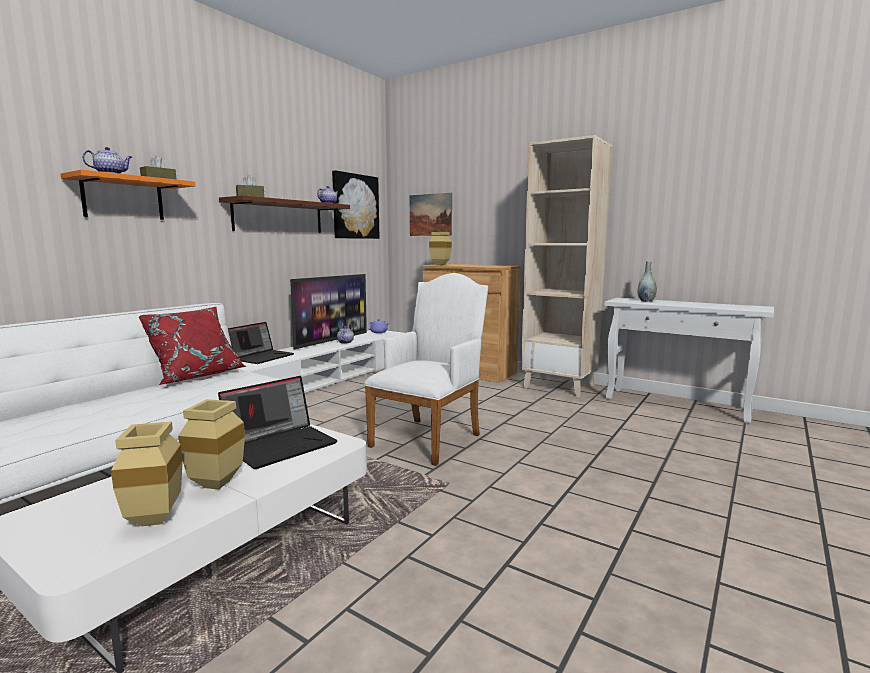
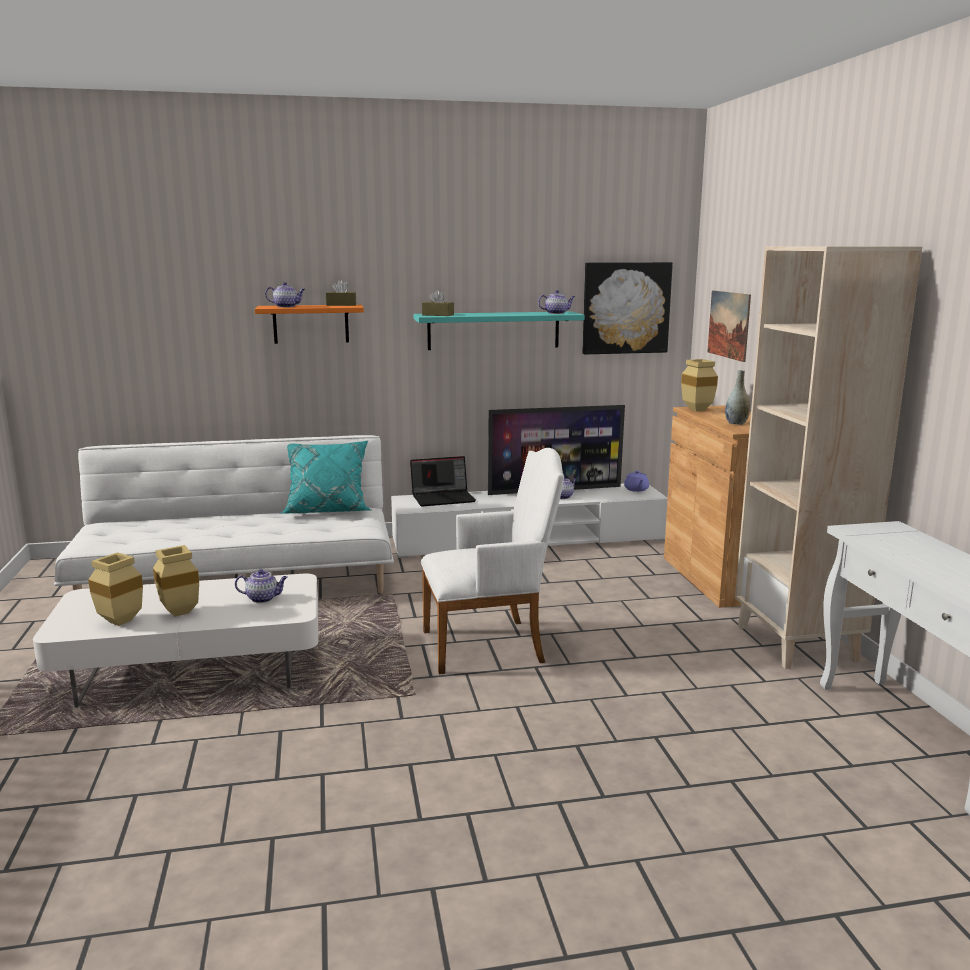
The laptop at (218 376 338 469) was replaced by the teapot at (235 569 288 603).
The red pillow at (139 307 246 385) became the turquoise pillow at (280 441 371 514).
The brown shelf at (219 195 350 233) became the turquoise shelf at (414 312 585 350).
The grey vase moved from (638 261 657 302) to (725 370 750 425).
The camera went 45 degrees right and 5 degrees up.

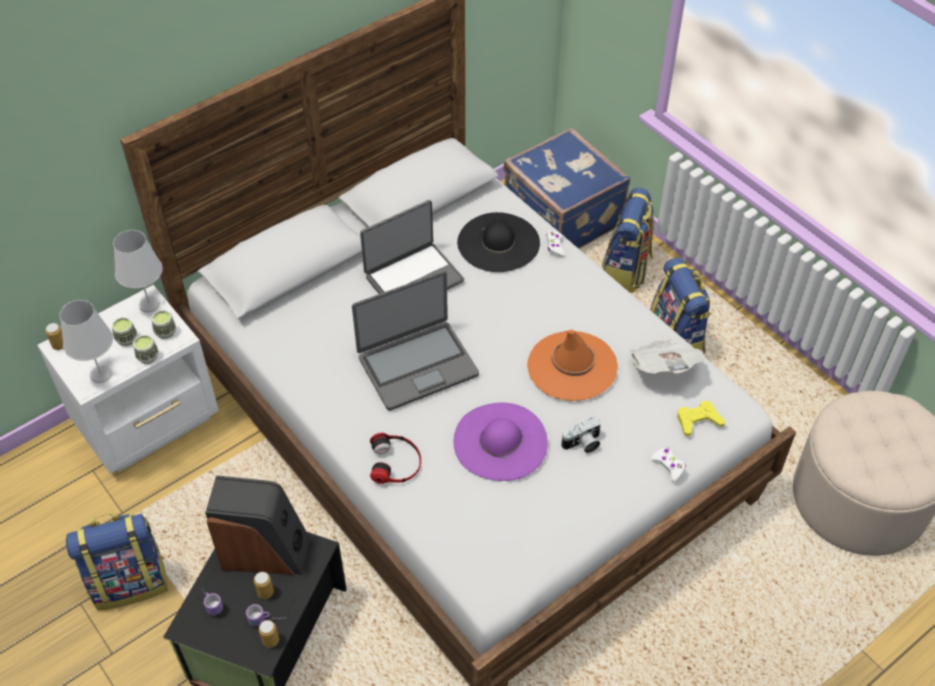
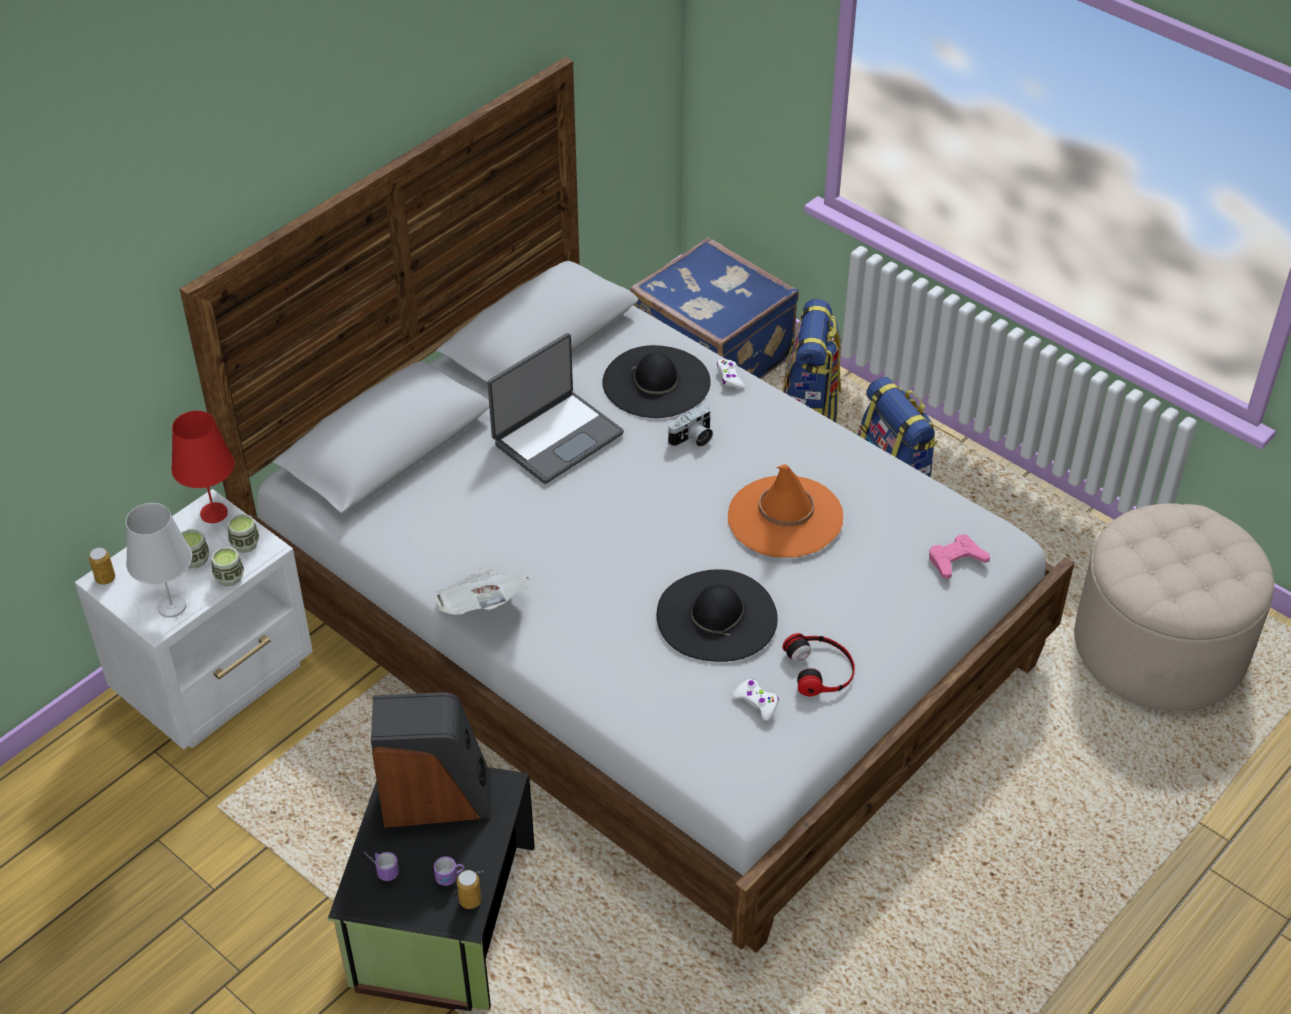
The white table lamp at (113 230 163 312) became the red table lamp at (171 411 235 523).
The newspaper moved from (630 337 705 374) to (435 567 530 615).
The purple hat at (453 403 548 481) became the black hat at (657 569 778 662).
The photo camera moved from (561 417 601 453) to (668 405 713 447).
The white game controller moved from (651 447 686 481) to (732 679 779 721).
The headphones moved from (370 433 421 484) to (782 633 855 696).
The yellow game controller at (677 401 725 437) became the pink game controller at (929 535 990 579).
The backpack at (66 513 168 610) disappeared.
The can at (254 572 274 599) disappeared.
The laptop at (352 271 479 411) disappeared.
The camera went 10 degrees left and 5 degrees down.

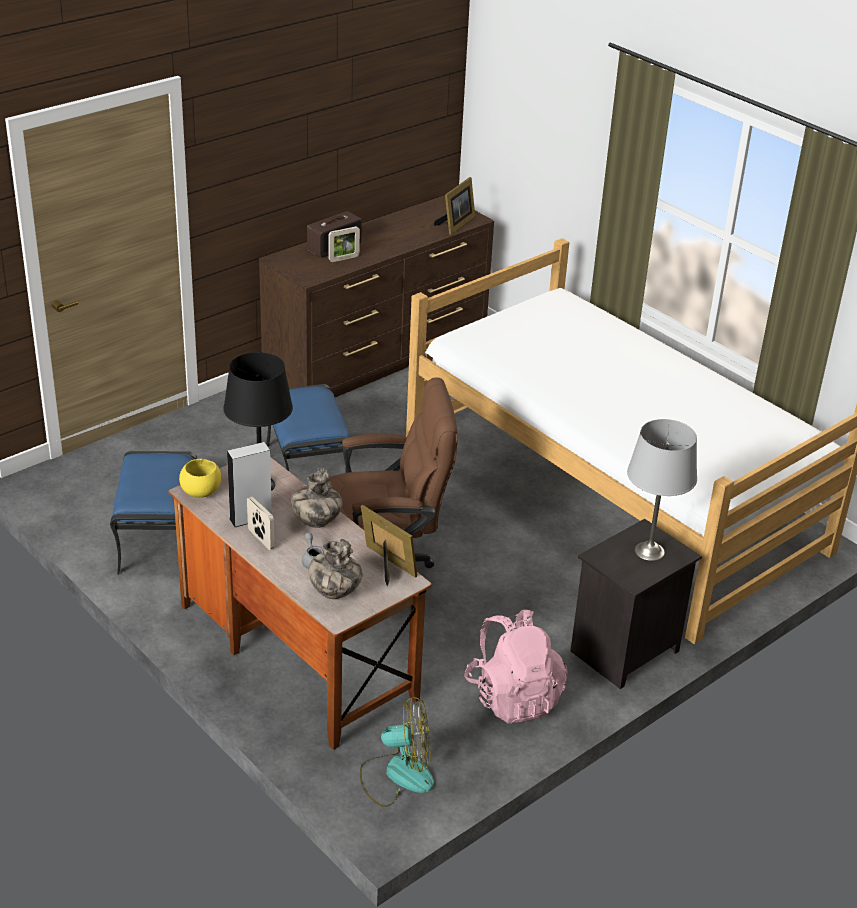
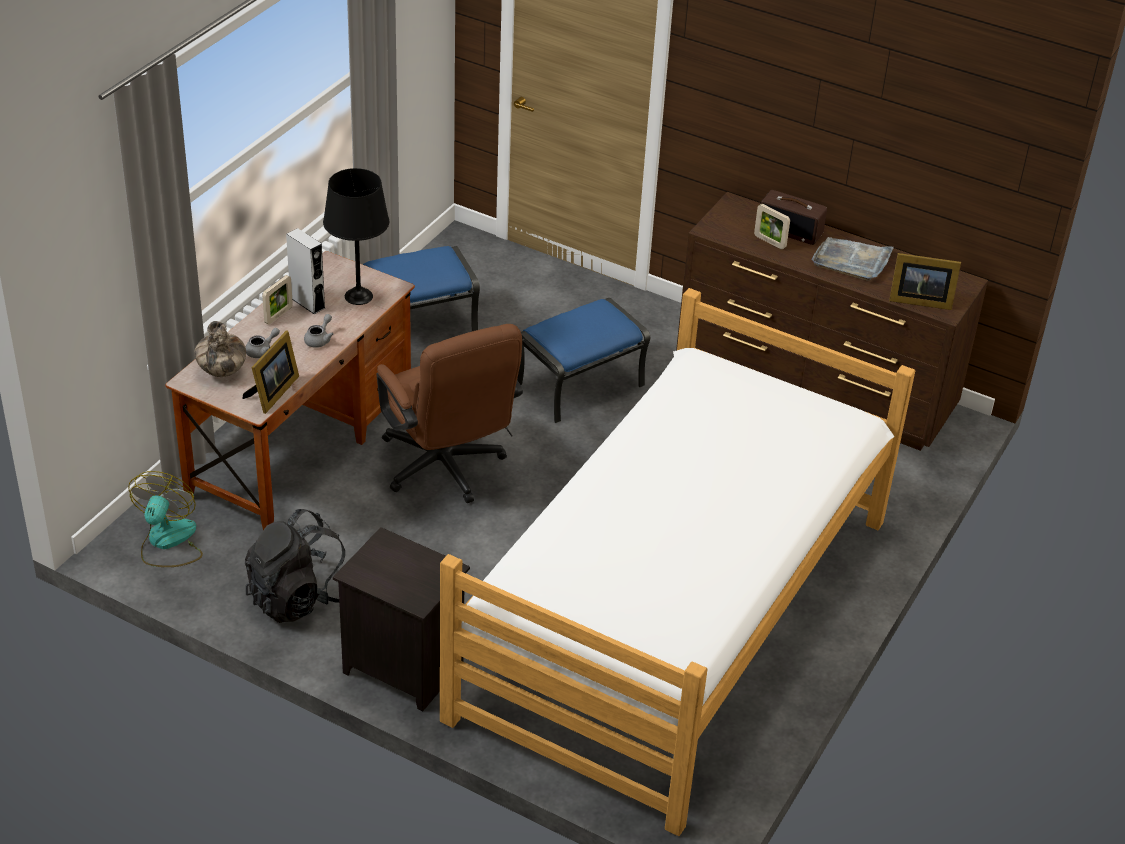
The fan at (359 697 434 807) turned 150 degrees counterclockwise.
The pink backpack at (464 610 568 723) became the black backpack at (245 509 345 623).
The vase at (291 468 343 528) was replaced by the grey teapot at (304 314 334 348).
The grey tray at (811 237 894 281) appeared.
The yellow bowl at (179 459 221 498) disappeared.
The grey table lamp at (627 419 697 561) disappeared.
The camera went 70 degrees right and 5 degrees up.

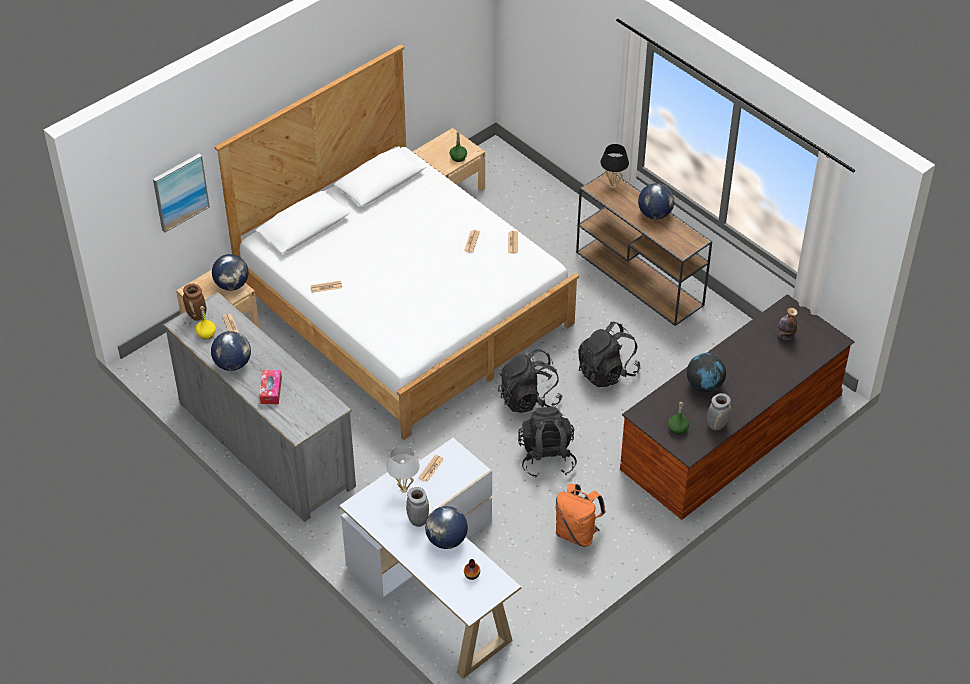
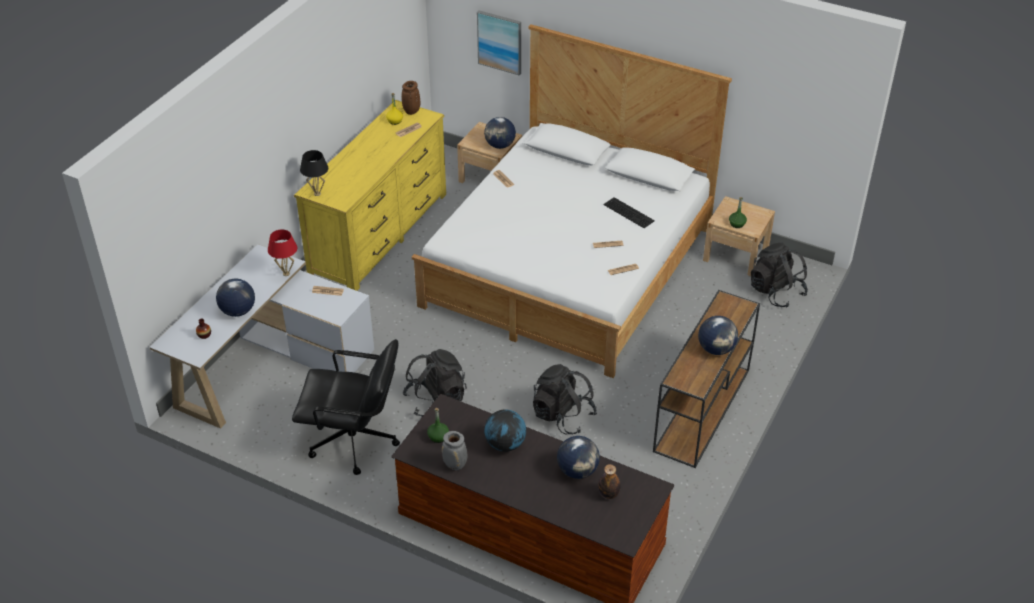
The white table lamp at (386 445 420 493) became the red table lamp at (268 230 297 276).
The orange backpack at (556 484 606 547) was replaced by the black office chair at (292 339 400 475).
The grey dresser at (163 292 356 522) became the yellow dresser at (294 100 446 291).
The black table lamp moved from (600 144 629 189) to (300 150 328 196).
The globe moved from (211 331 251 371) to (557 436 600 479).
The keyboard at (603 197 655 228) appeared.
The black backpack moved from (498 349 562 413) to (751 243 808 308).
The tissue box at (259 370 282 404) disappeared.
The grey vase at (406 487 429 527) disappeared.
The camera went 70 degrees right and 5 degrees down.

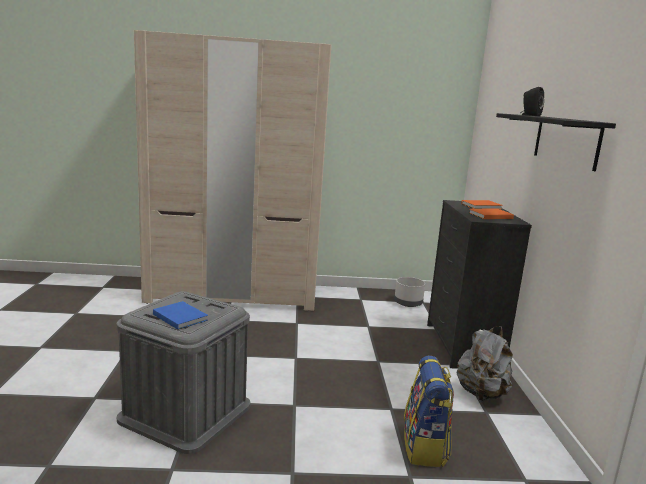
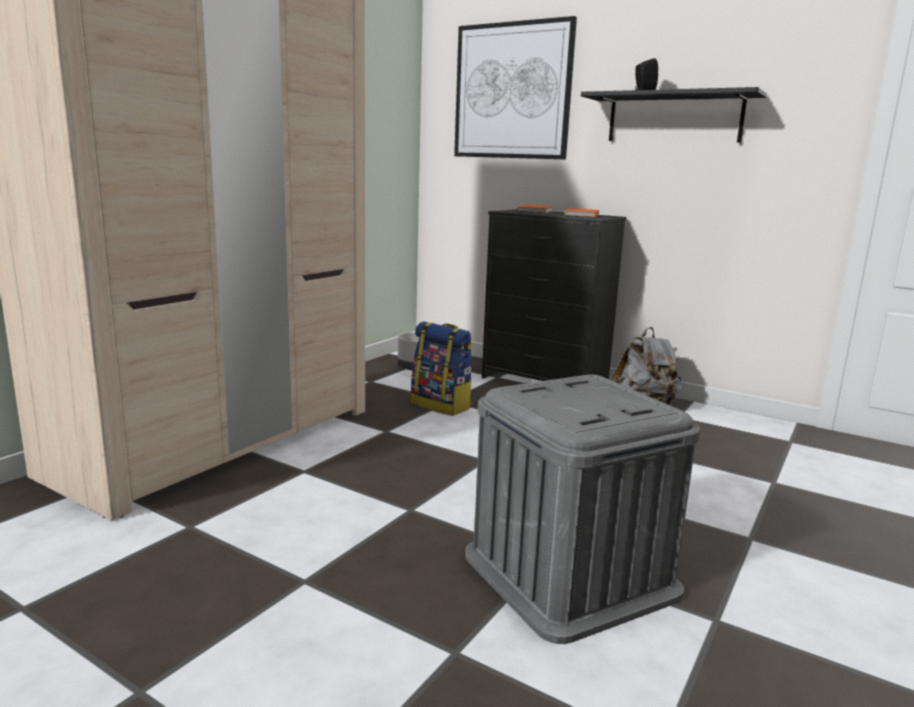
The backpack moved from (404 356 454 467) to (411 321 473 416).
The picture at (454 16 577 159) appeared.
The blue book at (153 301 208 330) disappeared.
The camera went 55 degrees left and 0 degrees up.

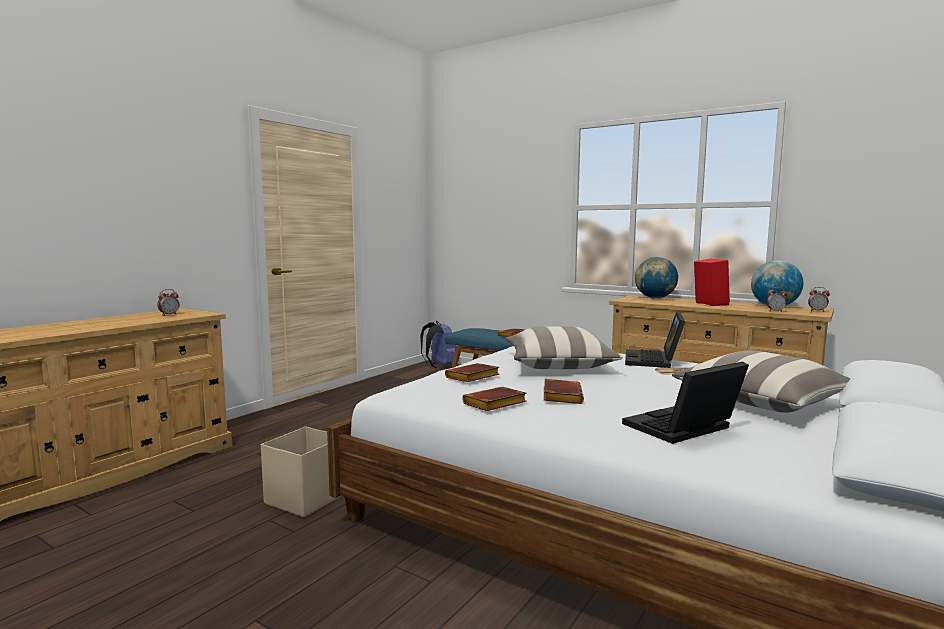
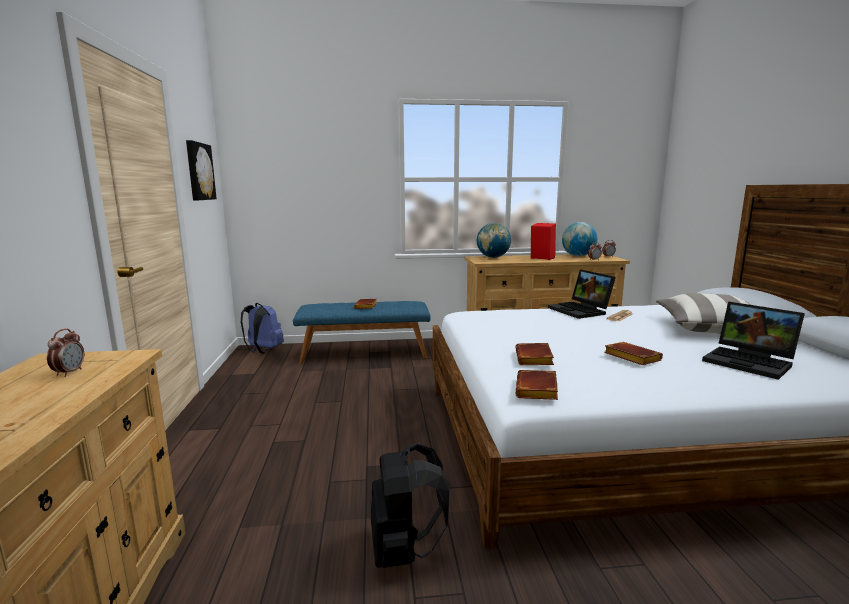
The picture at (186 140 217 200) appeared.
The beige storage box at (261 427 341 517) was replaced by the black backpack at (371 443 450 568).
The brown book moved from (462 387 527 411) to (516 370 558 400).
The laptop at (622 362 749 444) turned 60 degrees counterclockwise.
The pillow at (505 326 623 369) disappeared.
The camera went 40 degrees left and 5 degrees up.

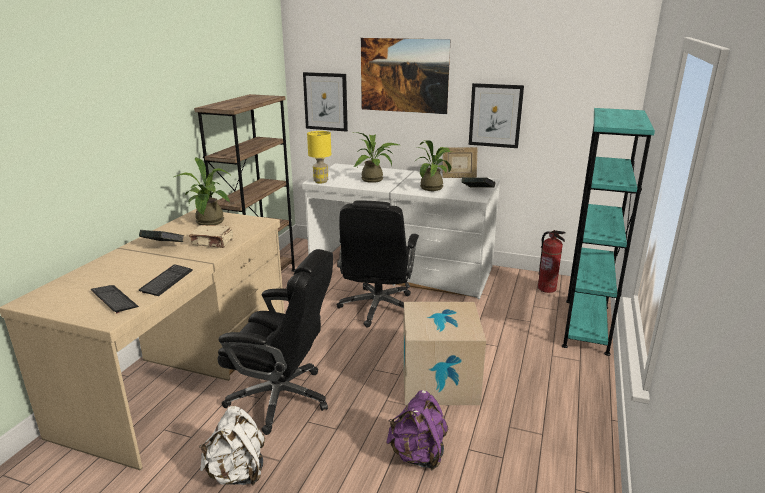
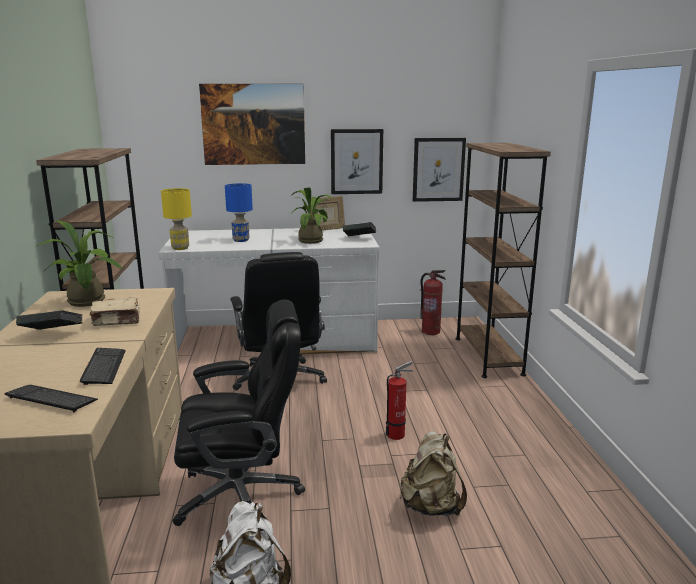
The potted plant at (352 132 399 183) was replaced by the blue table lamp at (225 183 253 242).
The cardboard box at (403 302 486 405) was replaced by the fire extinguisher at (386 361 413 440).
The purple backpack at (386 390 448 470) became the beige backpack at (400 431 467 516).
The picture moved from (303 72 348 132) to (413 138 466 202).
The turquoise bookcase at (562 108 655 356) became the brown bookcase at (456 143 551 378).
The camera went 25 degrees left and 5 degrees down.

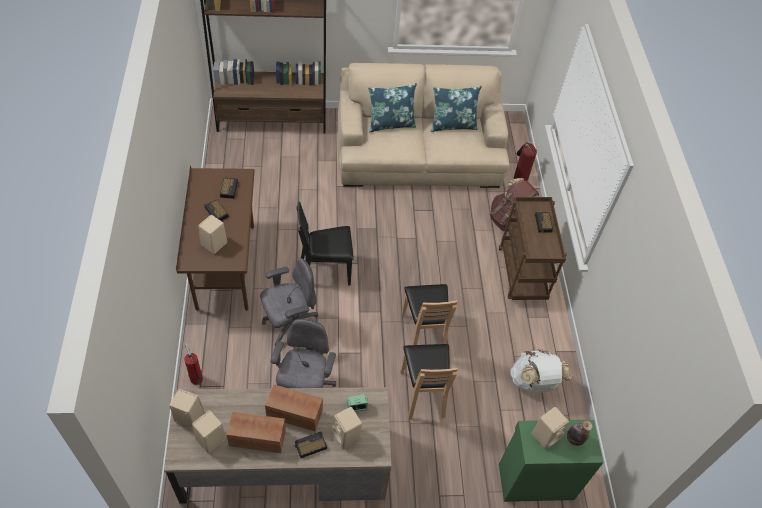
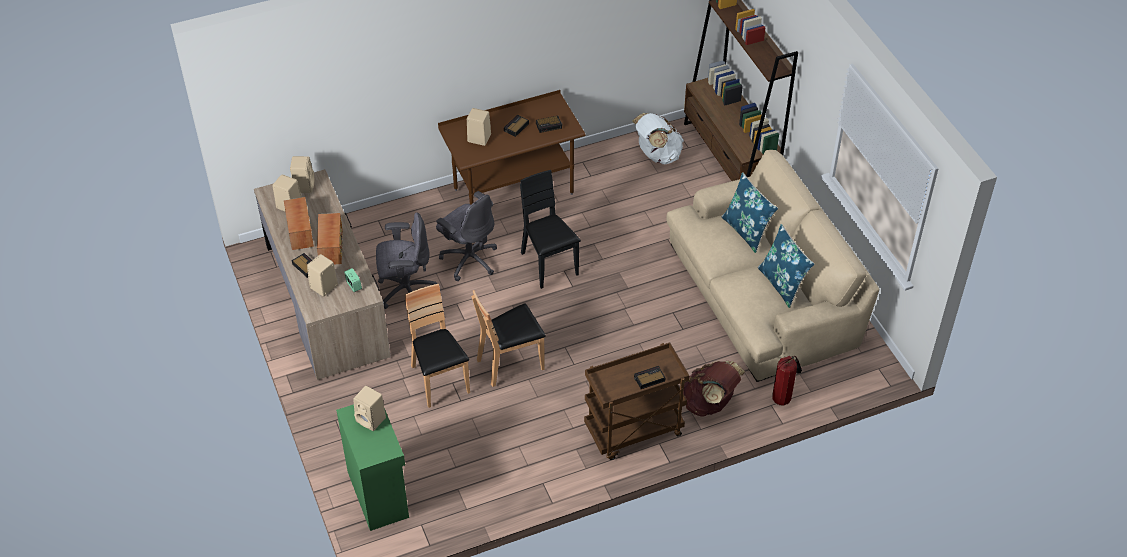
The brown chair at (401 344 458 420) turned 90 degrees clockwise.
The white backpack moved from (510 350 572 393) to (632 113 684 164).
The fire extinguisher at (184 343 203 385) disappeared.
The bottle at (567 420 593 446) disappeared.
The camera went 75 degrees right and 5 degrees down.

